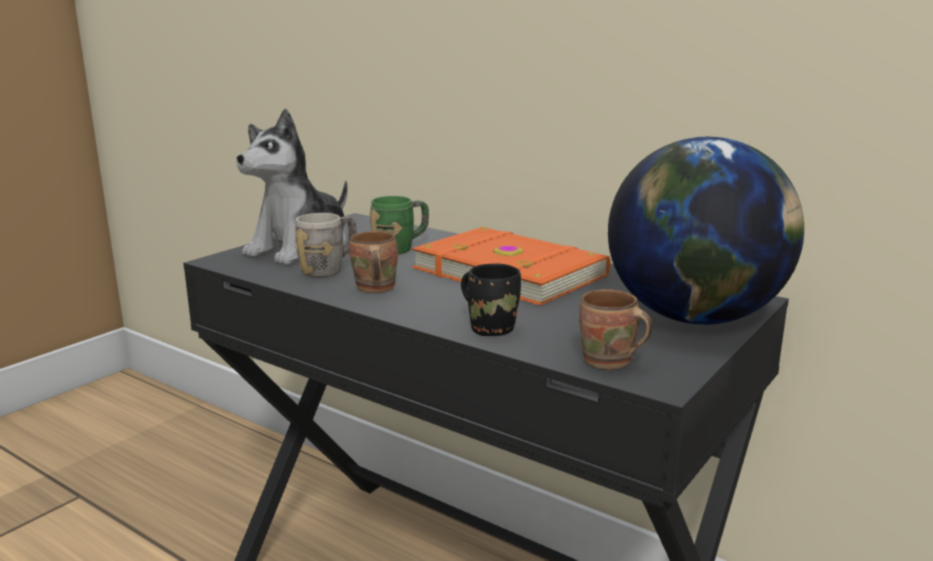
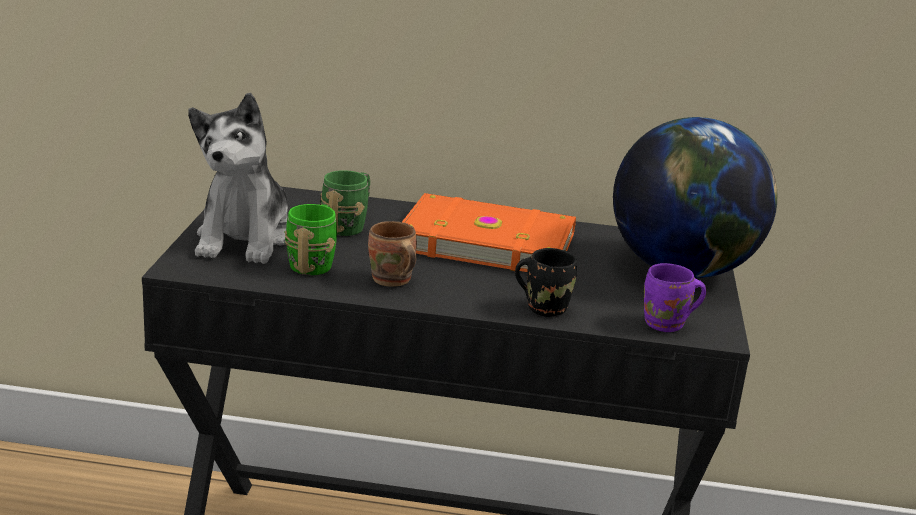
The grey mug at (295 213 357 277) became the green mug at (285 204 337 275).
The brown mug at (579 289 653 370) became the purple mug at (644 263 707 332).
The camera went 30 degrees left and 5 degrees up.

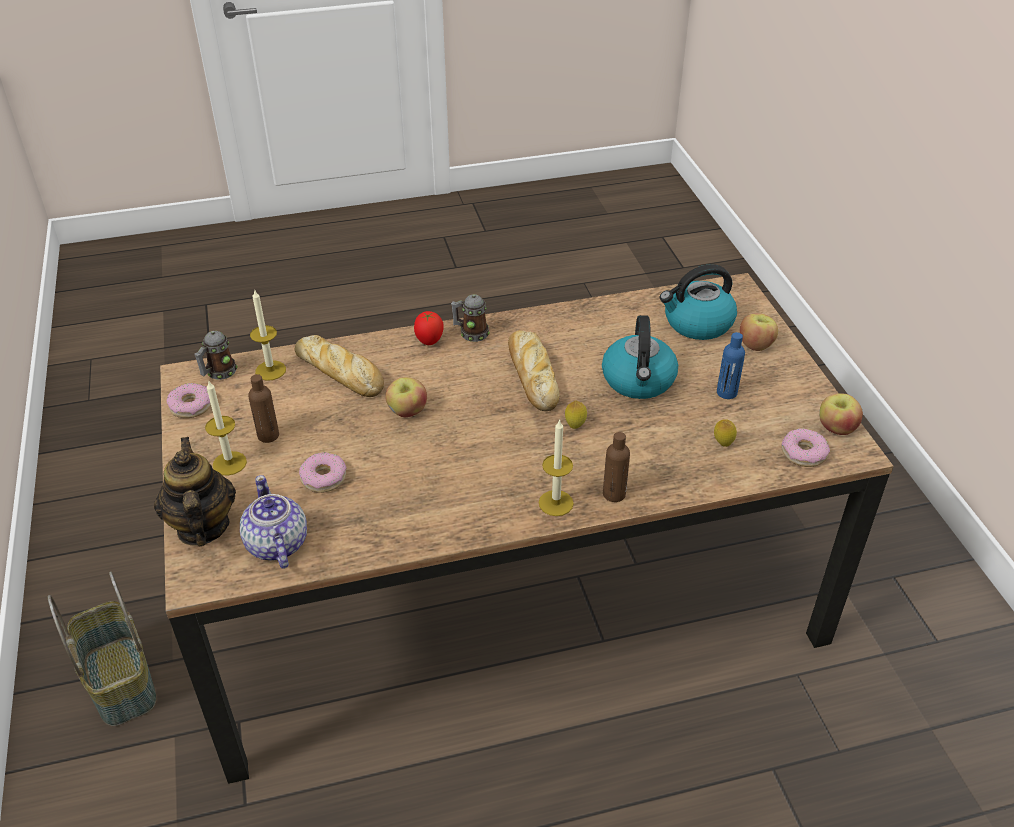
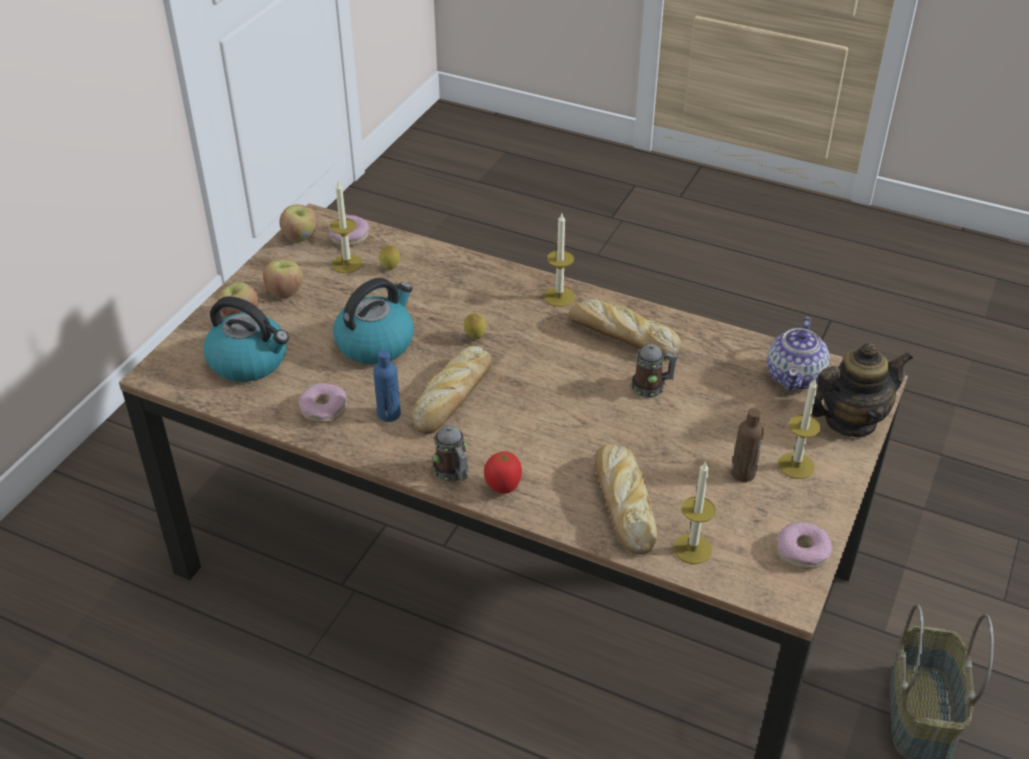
The apple moved from (385 377 427 417) to (263 259 303 298).
The donut moved from (299 452 347 493) to (299 383 347 423).
The candle at (330 182 363 273) appeared.
The blue bottle moved from (717 332 745 399) to (373 350 401 422).
The bread at (568 298 682 355) appeared.
The mug moved from (194 331 238 380) to (631 344 678 398).
The teapot at (154 437 236 547) turned 135 degrees counterclockwise.
The brown bottle at (603 432 630 502) disappeared.
The camera went 140 degrees left and 0 degrees up.

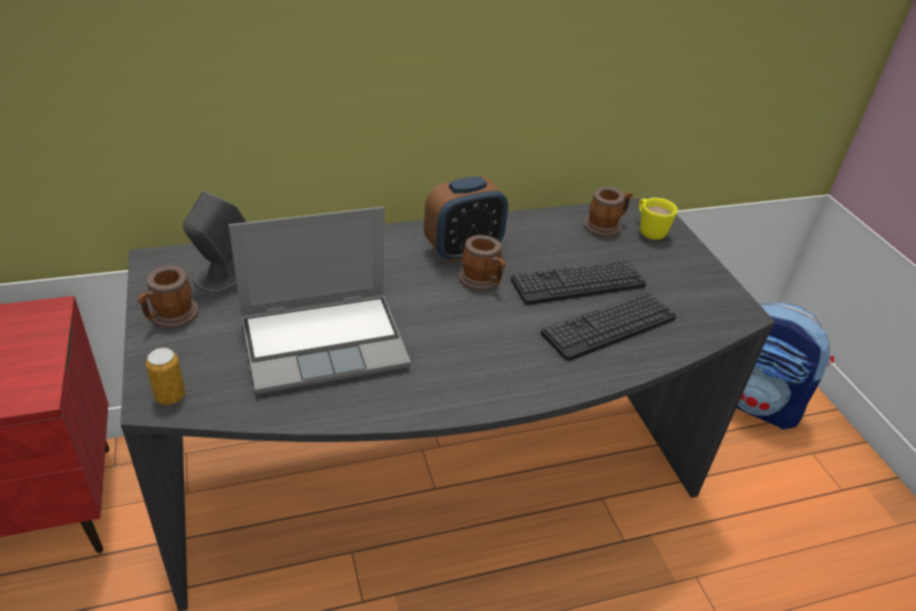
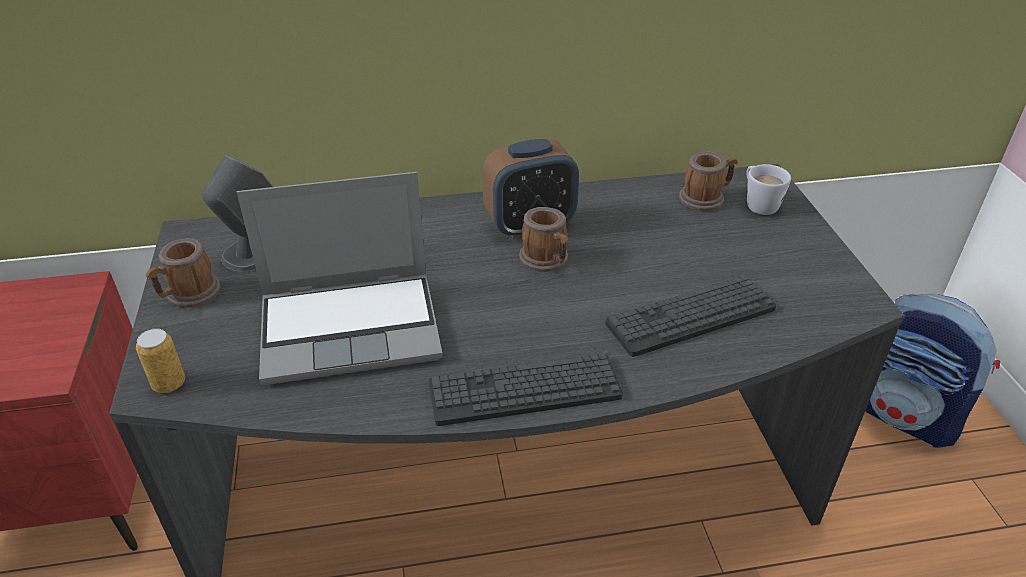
The keyboard moved from (511 259 647 305) to (429 354 623 426).
The yellow mug at (639 198 678 240) became the white mug at (747 164 791 215).
The camera went 10 degrees right and 0 degrees up.

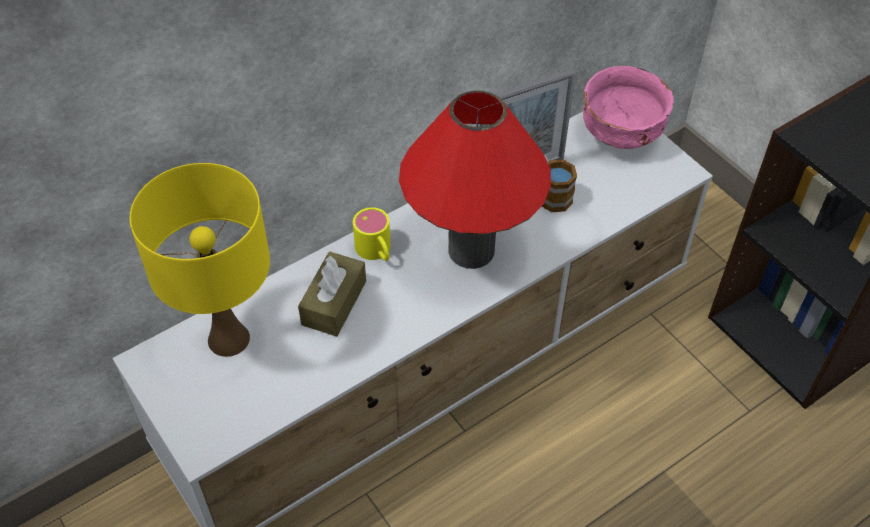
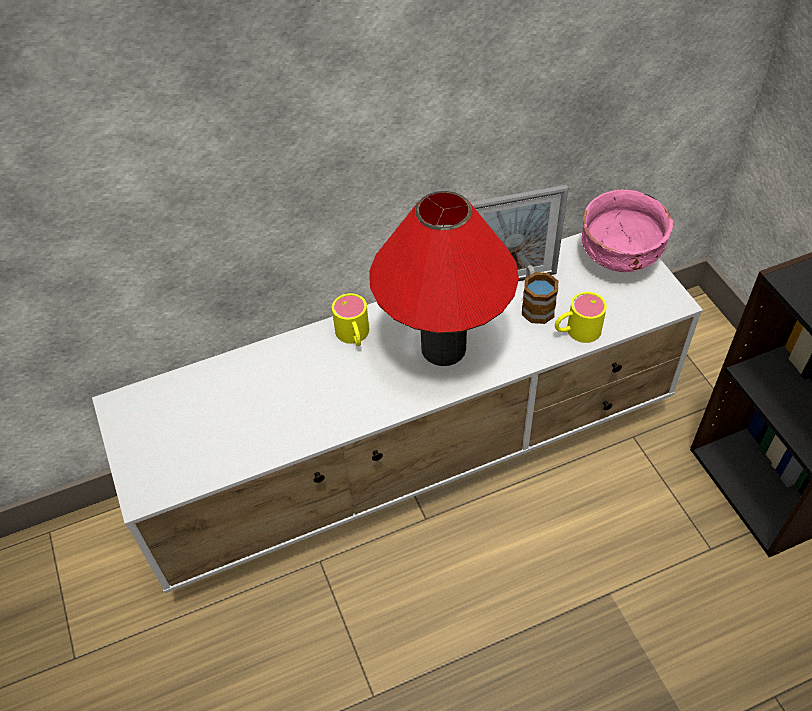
The yellow mug at (555 292 607 343) appeared.
The yellow table lamp at (130 163 270 357) disappeared.
The brown tissue box at (298 252 366 337) disappeared.
The camera went 15 degrees right and 0 degrees up.

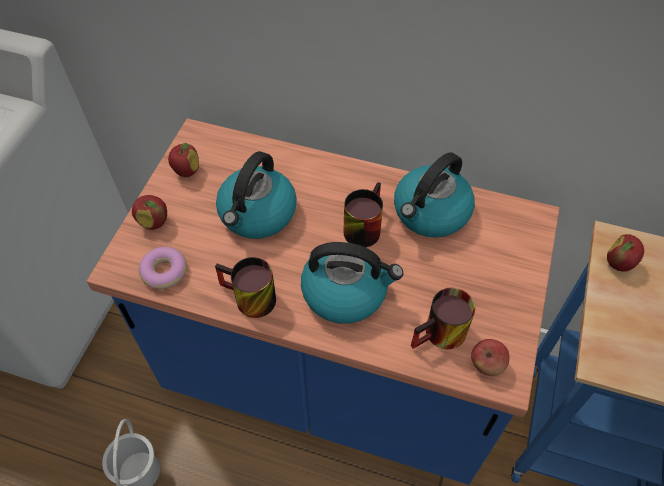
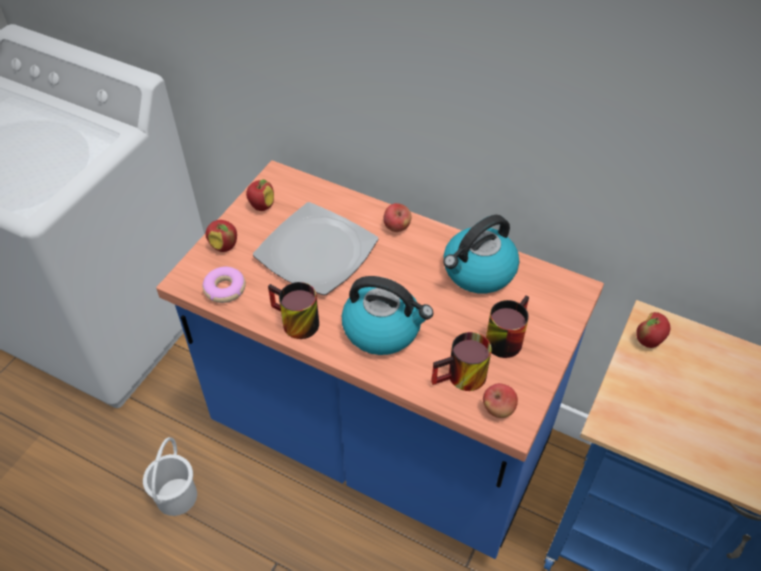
The kettle at (216 151 297 239) was replaced by the plate at (253 202 379 295).
The apple at (383 203 411 232) appeared.
The mug moved from (343 182 383 247) to (486 295 529 358).
The camera went 10 degrees right and 5 degrees down.

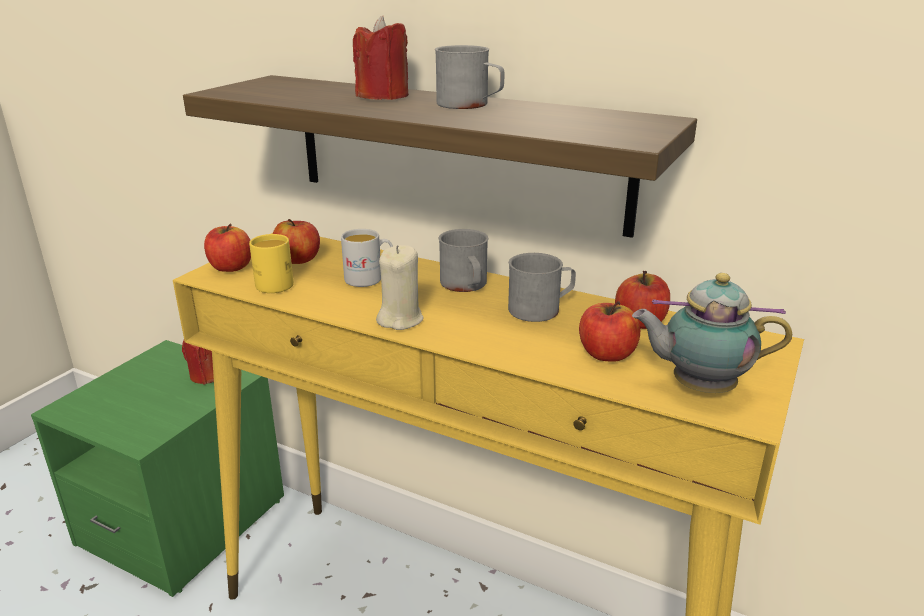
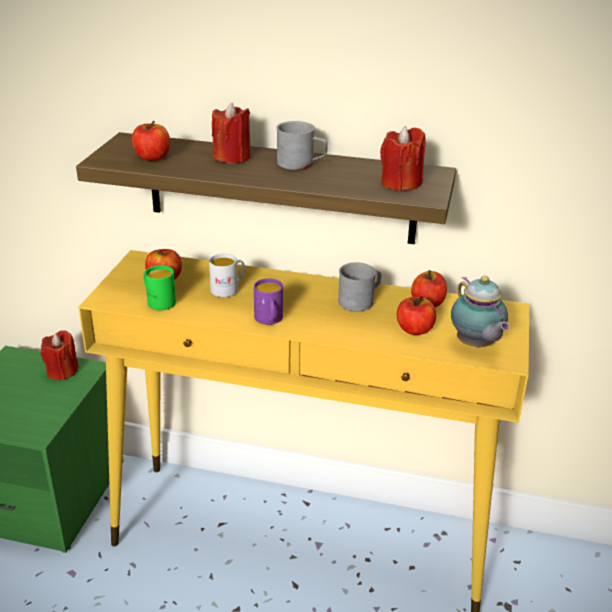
The apple moved from (204 224 251 272) to (132 121 170 160).
The yellow mug at (249 234 294 293) became the green mug at (143 265 176 310).
The beige candle at (376 245 424 330) was replaced by the purple mug at (254 278 283 325).
The red candle at (380 126 426 191) appeared.
The teapot at (632 273 792 393) turned 105 degrees counterclockwise.
The grey mug at (439 229 488 292) disappeared.
The camera went 15 degrees left and 5 degrees up.

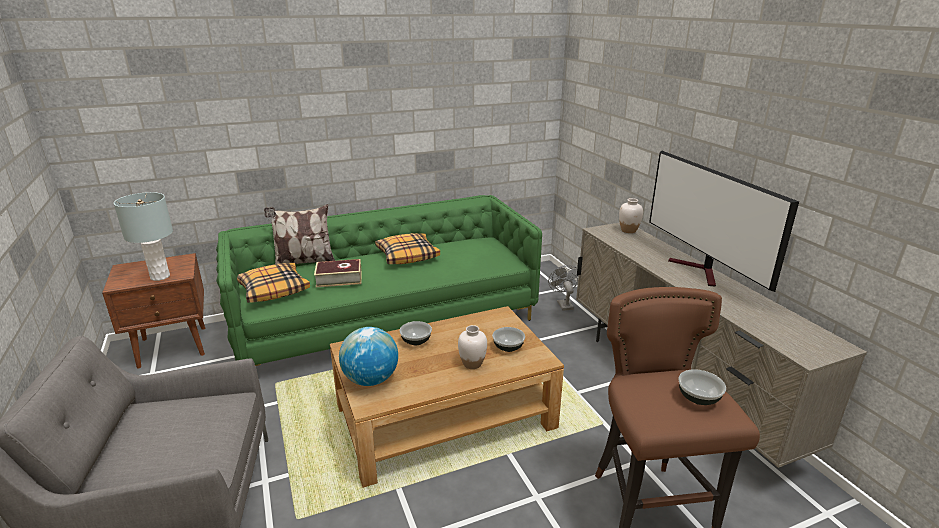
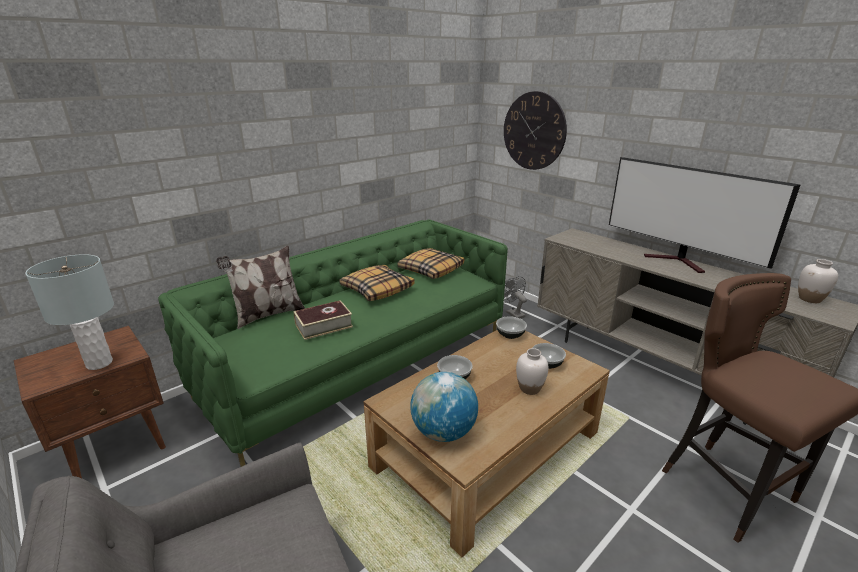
The pillow moved from (237 263 310 303) to (398 248 464 279).
The bowl moved from (678 369 726 405) to (496 316 527 339).
The wall clock at (504 91 567 170) appeared.
The white vase moved from (619 198 643 233) to (798 259 838 303).
The camera went 20 degrees left and 0 degrees up.

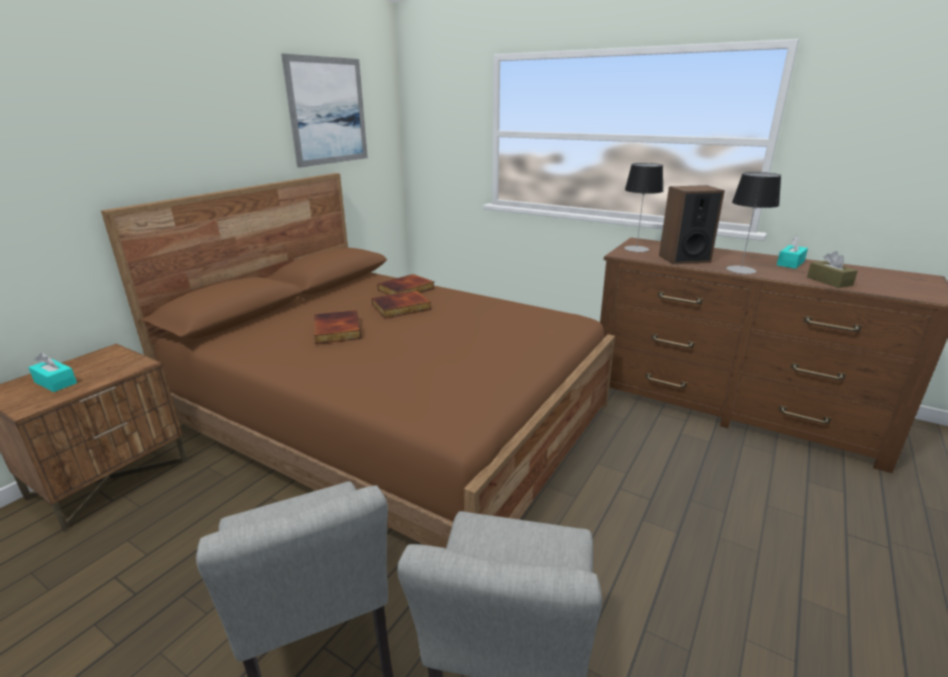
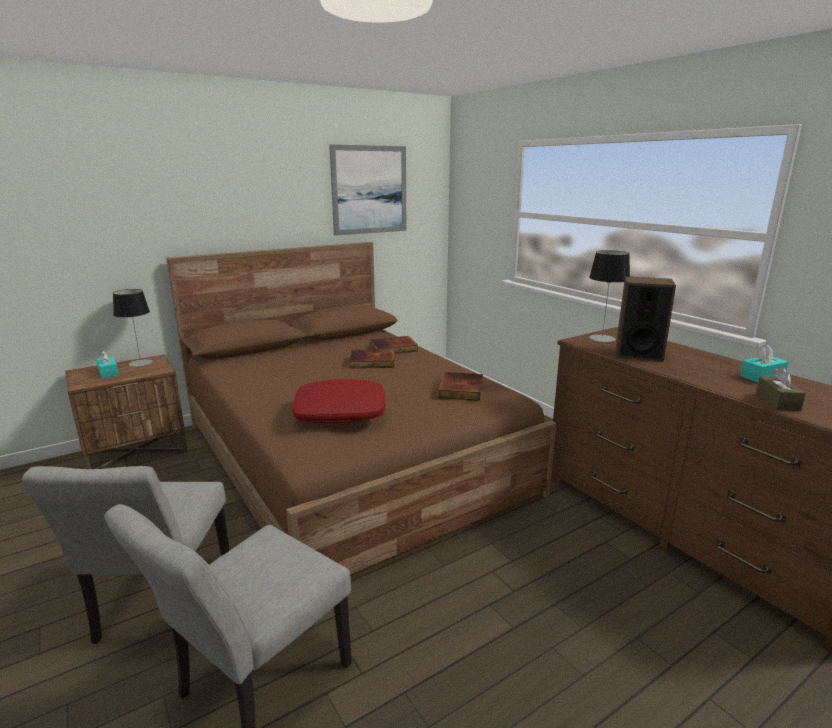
The table lamp moved from (726 172 781 274) to (113 289 152 367).
The red pillow at (292 379 385 423) appeared.
The book moved from (314 310 362 344) to (438 372 483 401).
The camera went 25 degrees right and 5 degrees down.

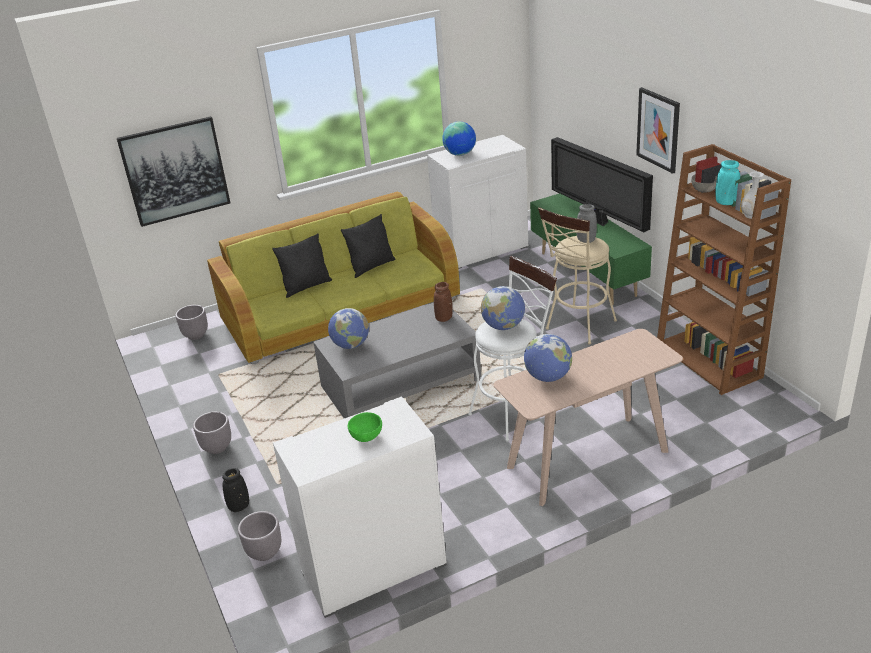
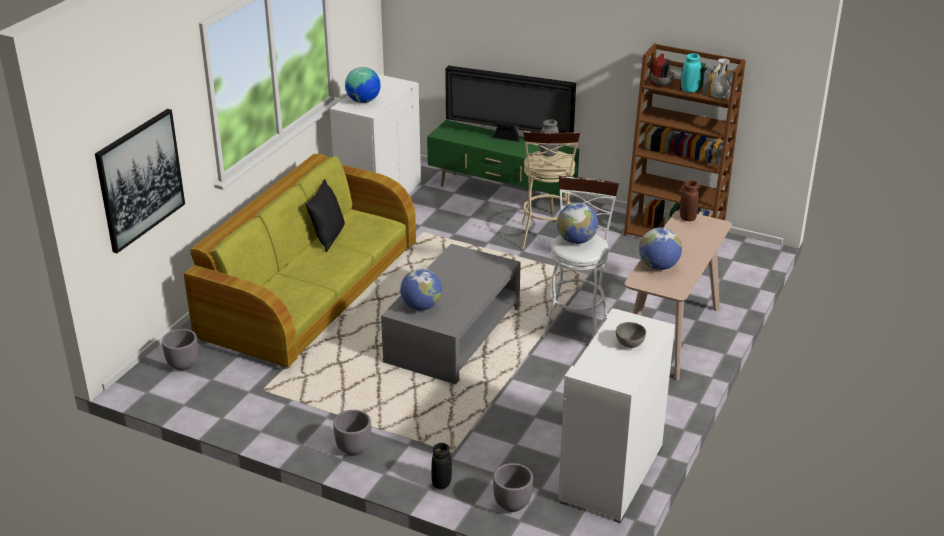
The green bowl at (348 412 382 442) became the grey bowl at (616 322 646 348).
The brown vase moved from (434 282 453 322) to (680 180 699 221).
The black pillow at (272 233 332 298) disappeared.
The picture at (636 87 680 174) disappeared.
The camera went 40 degrees left and 0 degrees up.

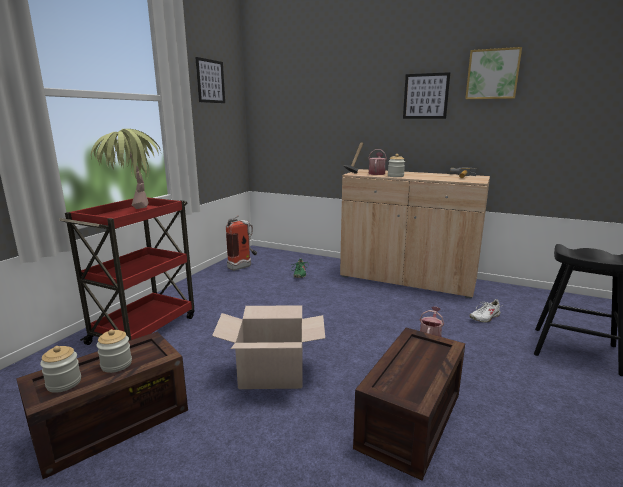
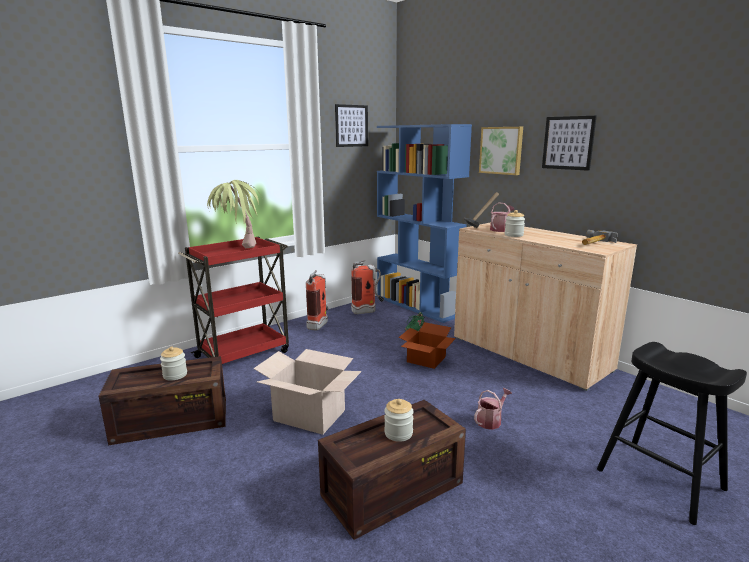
The fire extinguisher at (306 270 329 331) appeared.
The blue bookcase at (377 124 472 323) appeared.
The jar moved from (40 346 81 393) to (384 399 414 442).
The cardboard box at (398 322 456 369) appeared.
The picture moved from (465 47 522 99) to (479 127 523 175).
The white shoe at (469 299 503 322) disappeared.
The camera went 25 degrees right and 0 degrees up.

